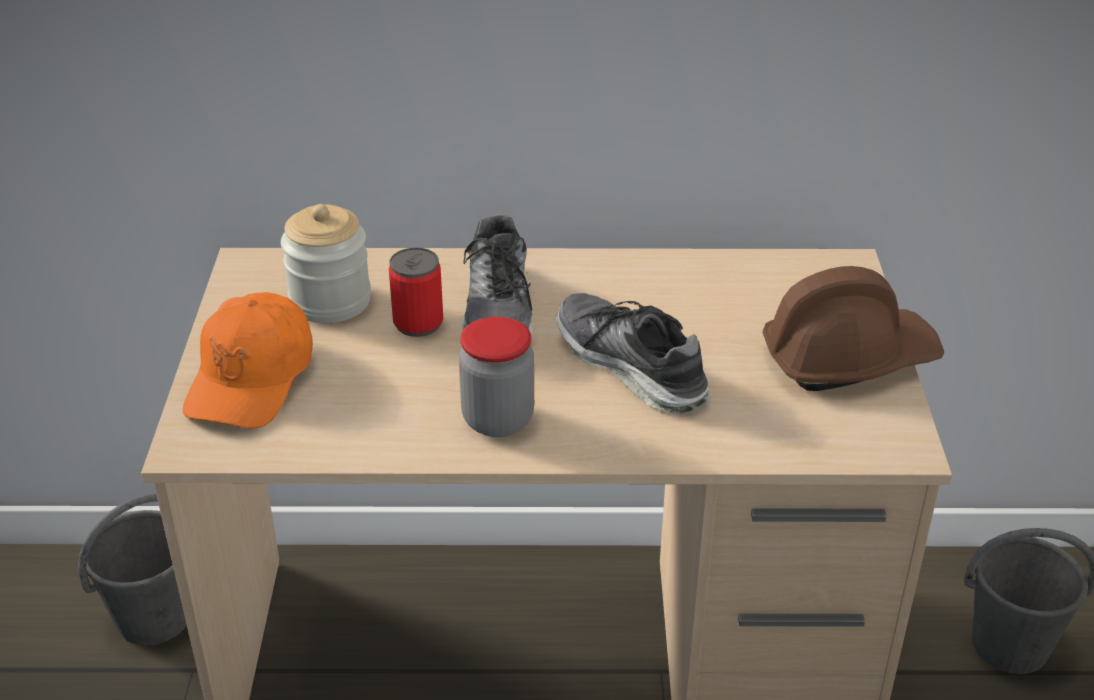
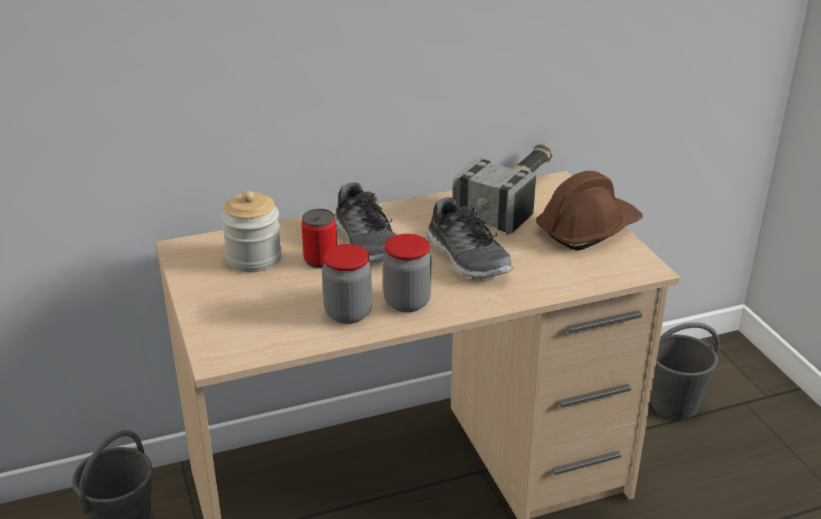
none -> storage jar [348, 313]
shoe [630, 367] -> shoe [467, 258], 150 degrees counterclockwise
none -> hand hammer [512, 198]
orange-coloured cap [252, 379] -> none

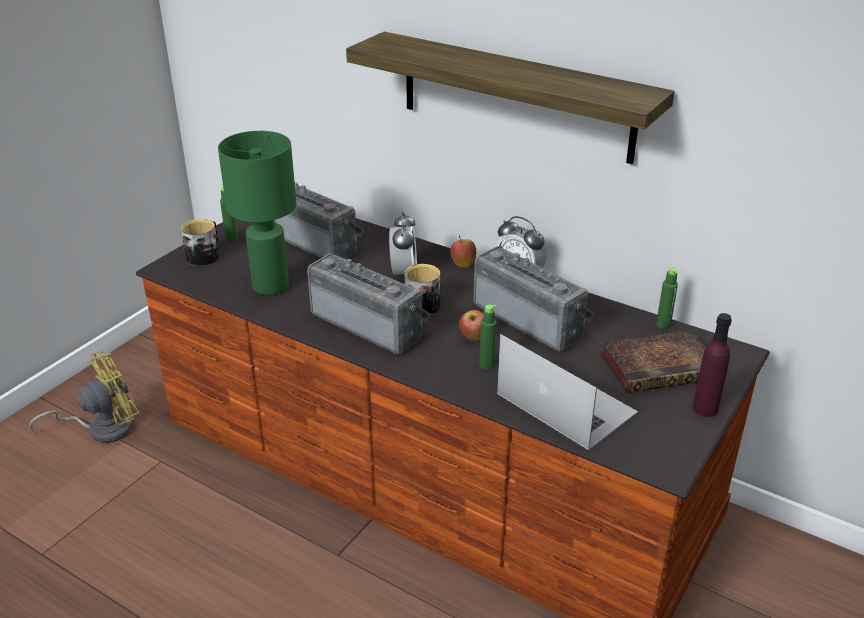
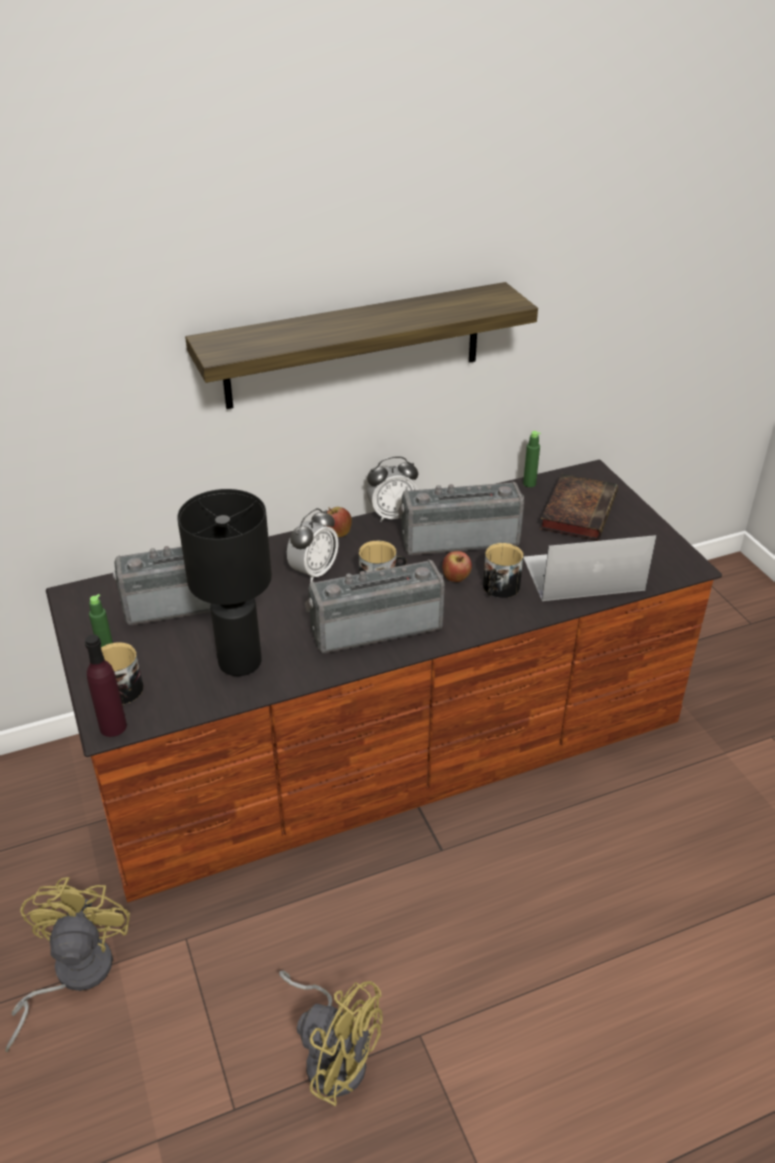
purplish drink bottle [705, 408] -> purplish drink bottle [113, 727], relocated
green table lamp [270, 286] -> black table lamp [238, 662]
none -> yellow-coloured cooling fan [333, 1054]
alarm clock [403, 273] -> alarm clock [314, 571], 90 degrees clockwise
green drink bottle [486, 364] -> mug [499, 588]

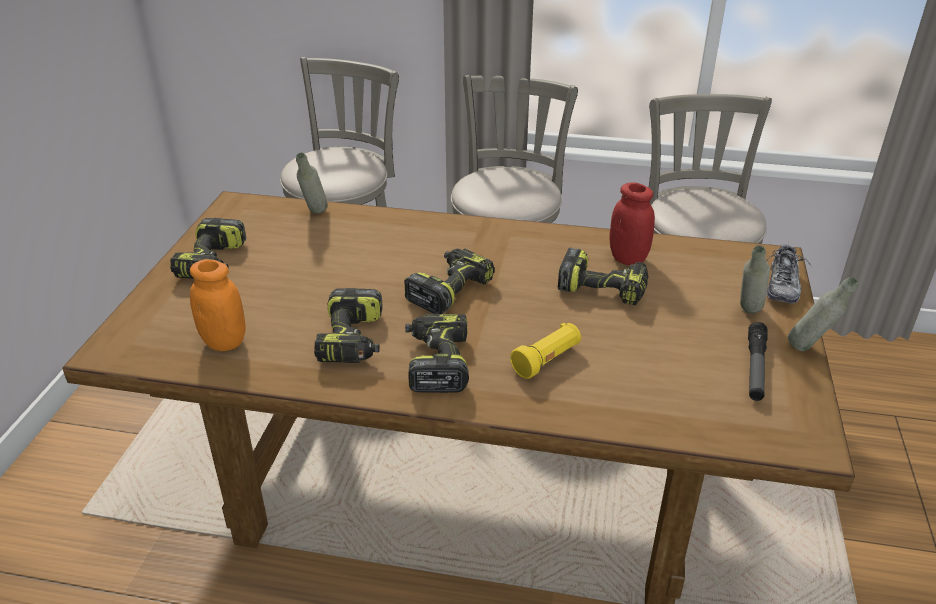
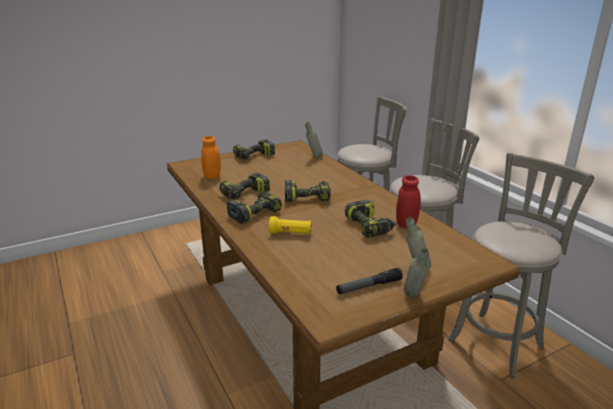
shoe [782, 286] -> none

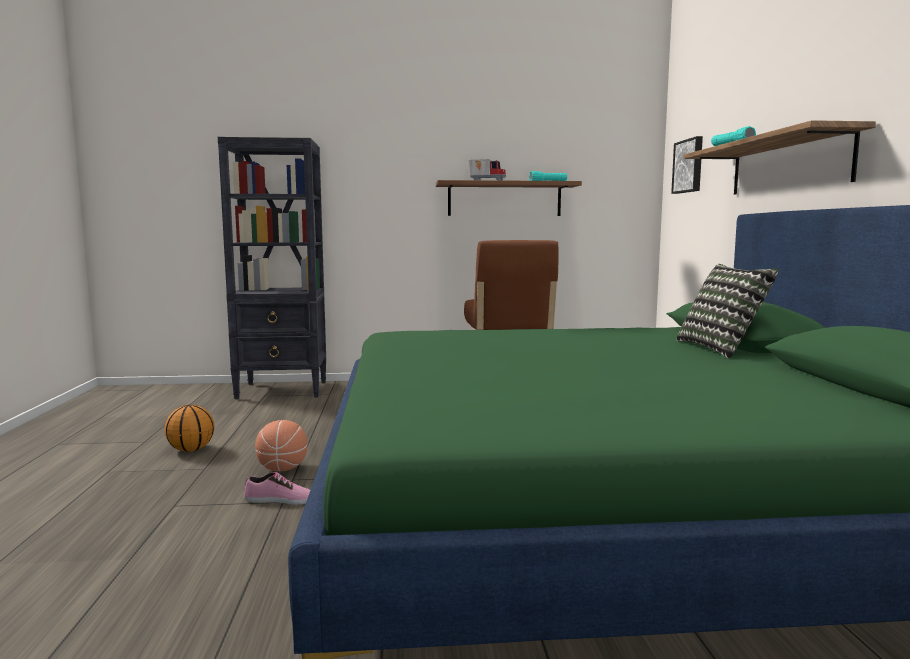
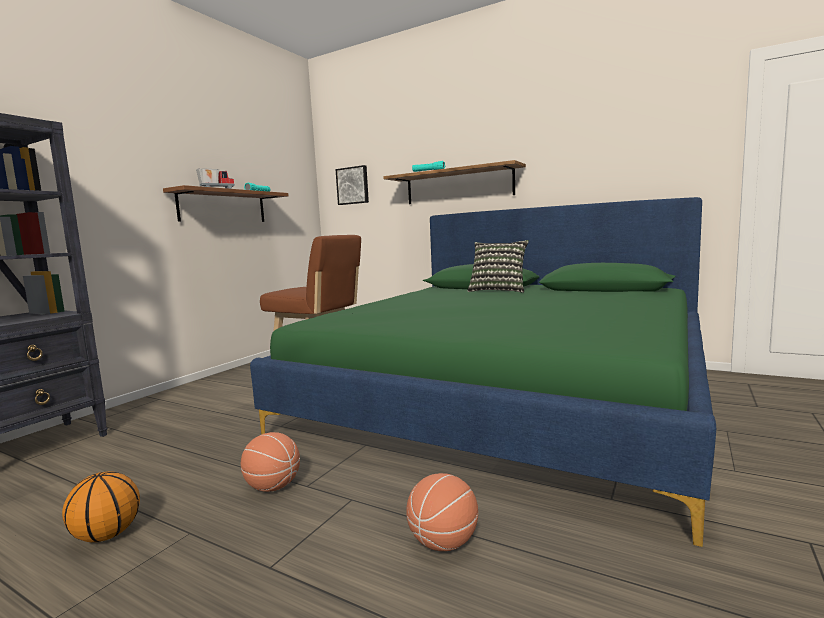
none -> basketball [443, 543]
shoe [280, 500] -> none

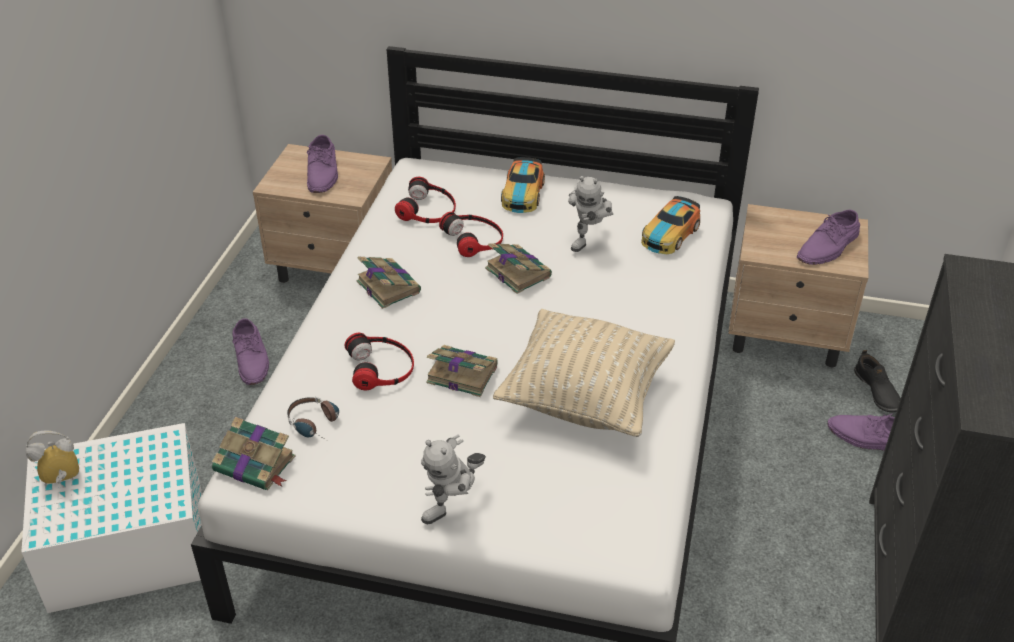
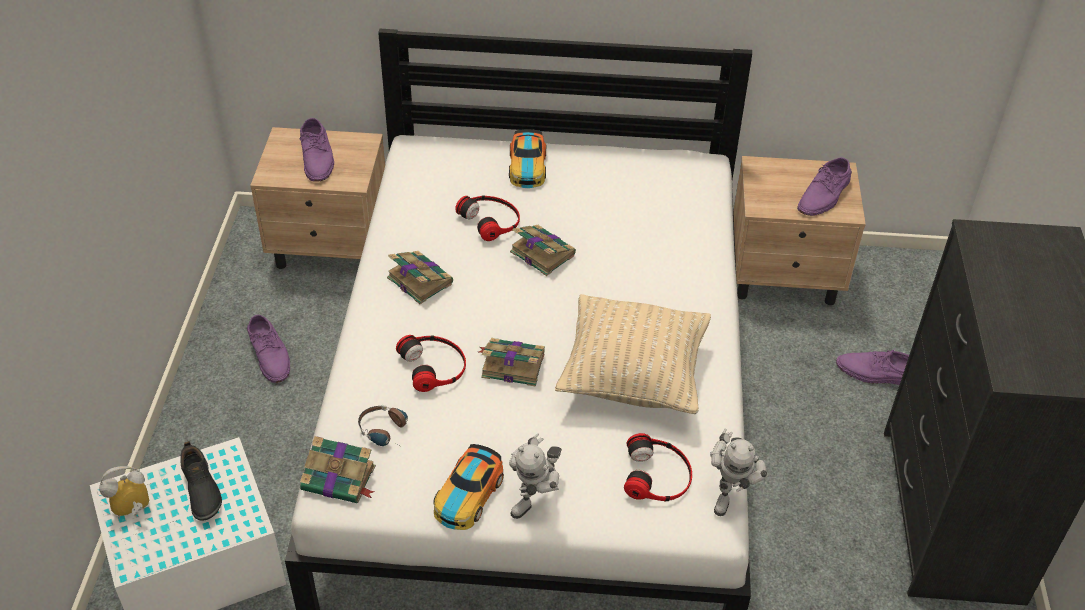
black shoe [876, 391] -> black shoe [201, 490], relocated
model car [669, 234] -> model car [468, 495], relocated
headphones [428, 209] -> headphones [657, 475], relocated
robot figure [589, 240] -> robot figure [730, 493], relocated

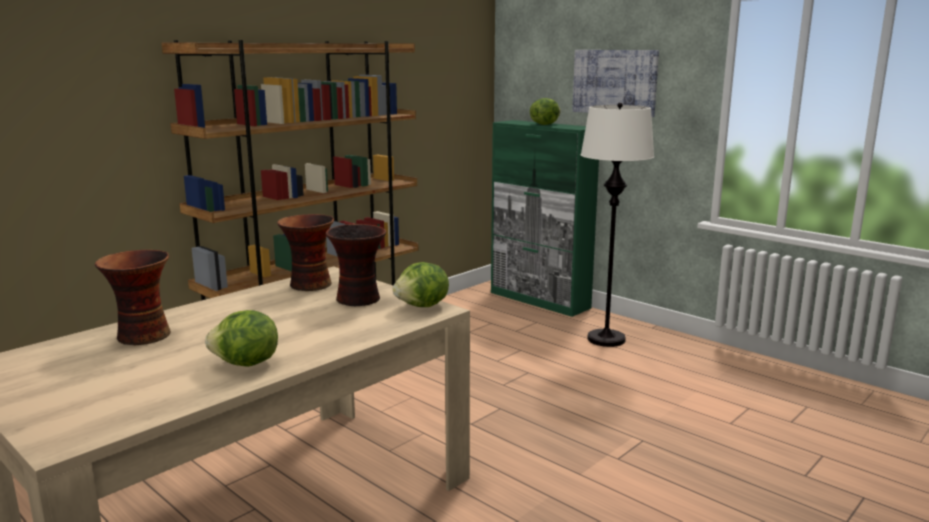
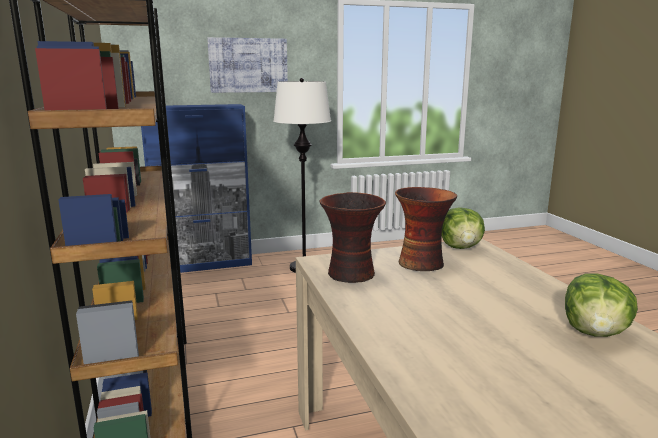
green cupboard [539, 300] -> blue-coloured cupboard [205, 264]
vase [142, 336] -> none
head of lettuce [544, 124] -> none

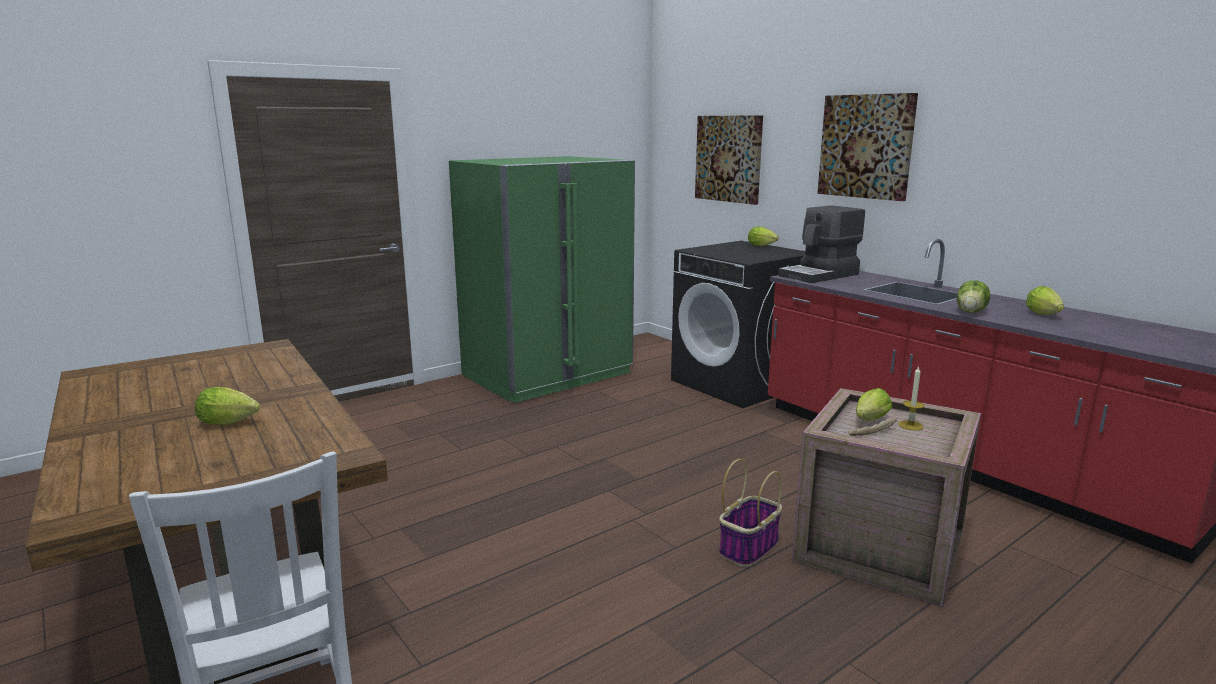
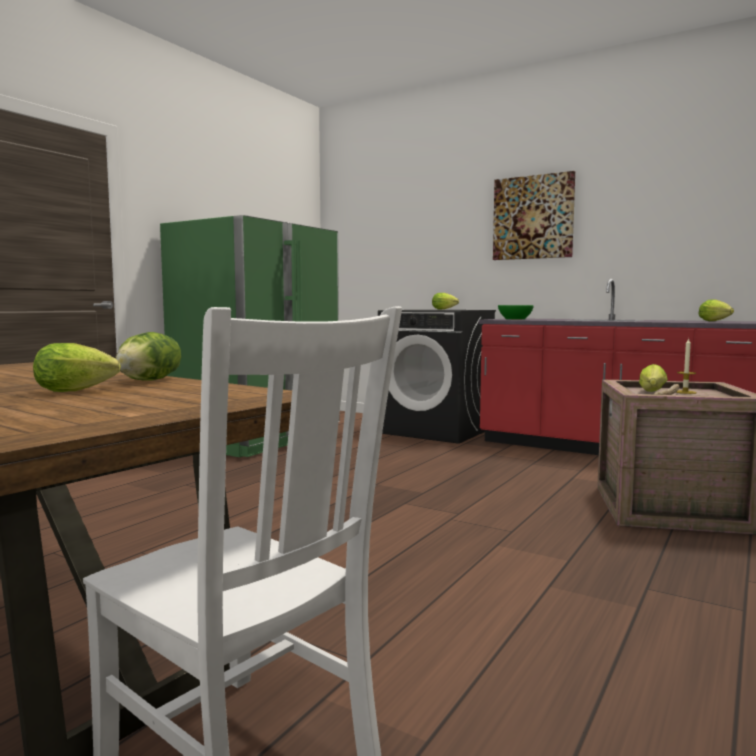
head of lettuce [971, 312] -> head of lettuce [150, 380], relocated
coffee maker [820, 275] -> green deep dish [515, 319]
picture [729, 158] -> none
storage basket [749, 547] -> none

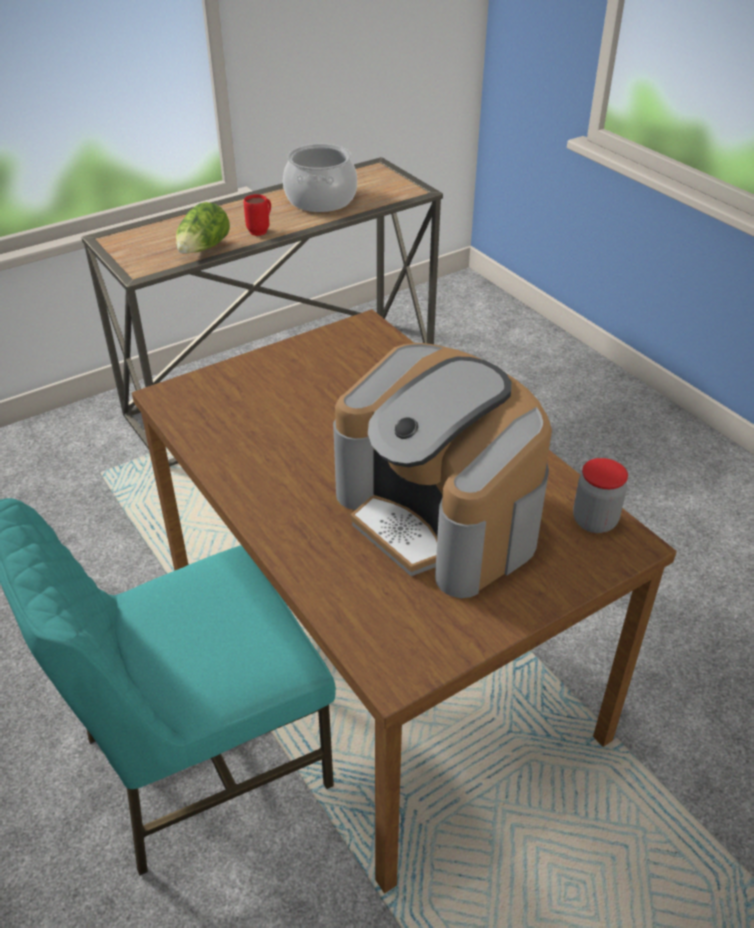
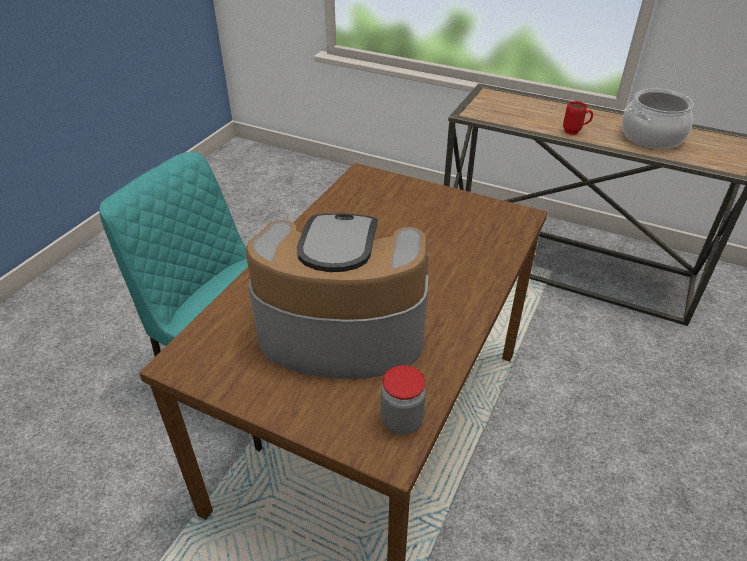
coffee maker [440, 516] -> coffee maker [341, 330], 75 degrees clockwise
head of lettuce [203, 249] -> none

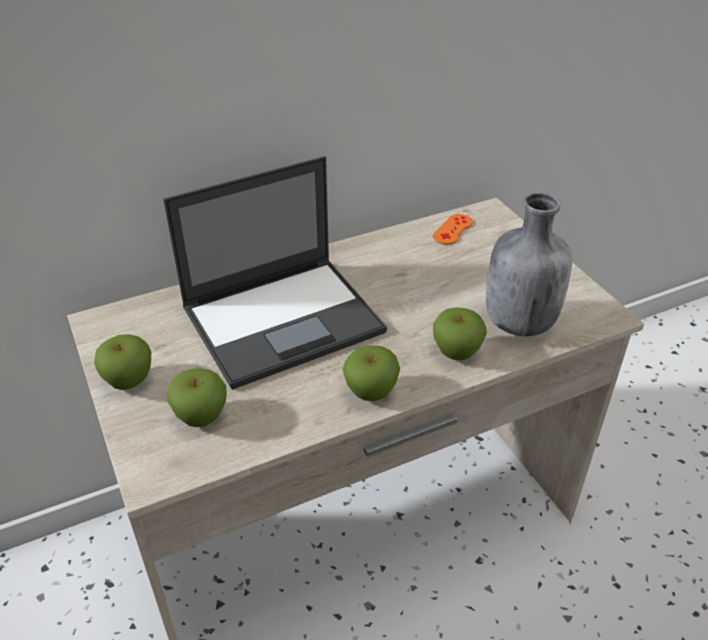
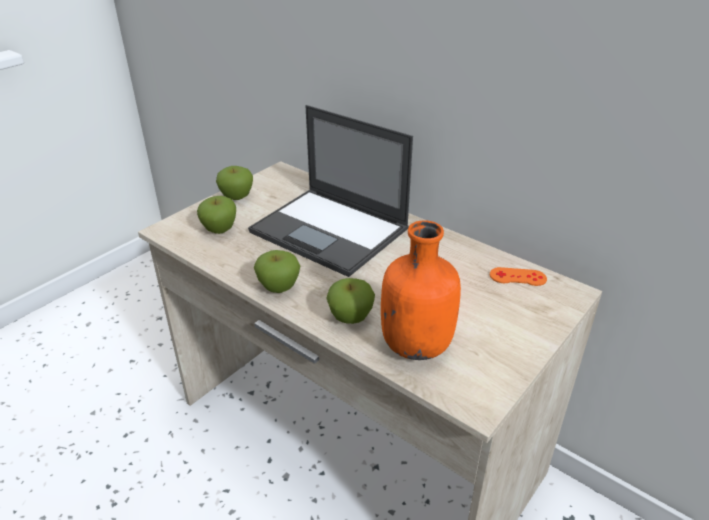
gray drink bottle [518, 322] -> orange-coloured drink bottle [416, 344]

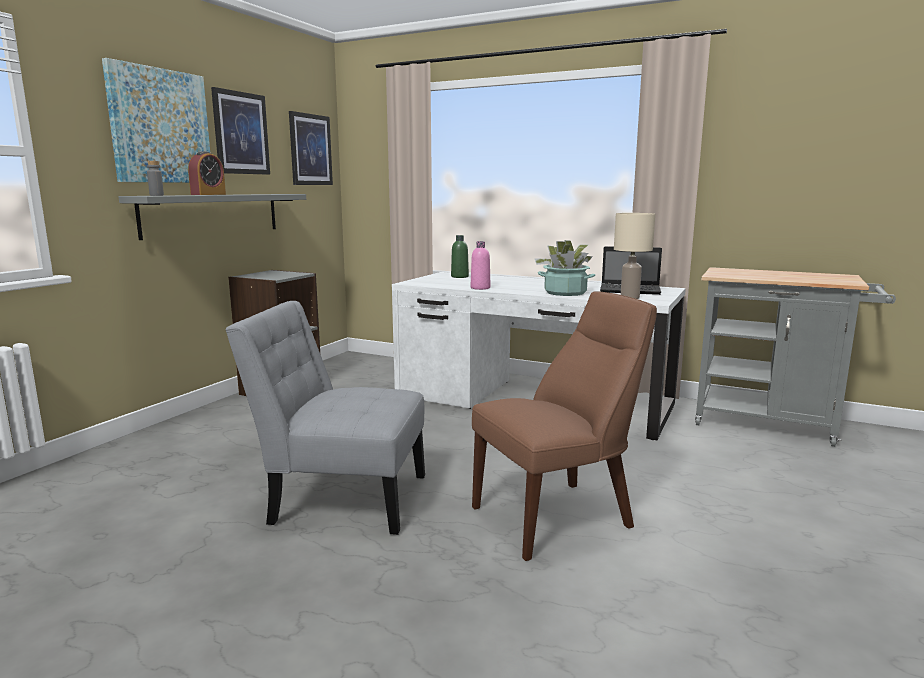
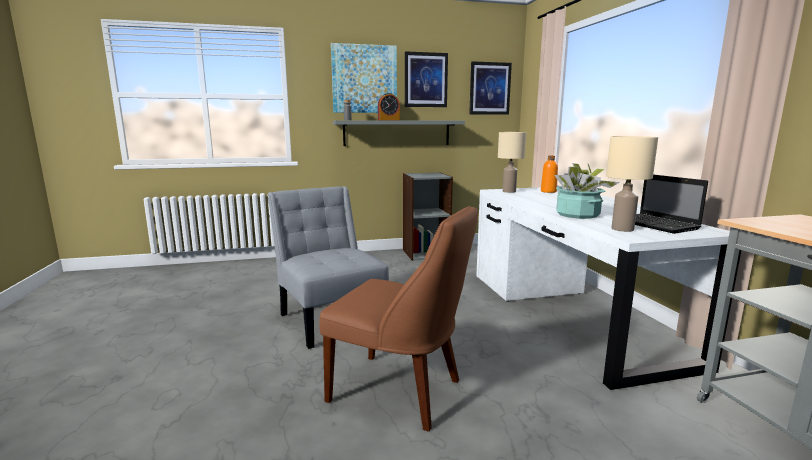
none -> beige-coloured table lamp [508, 191]
green drink bottle [459, 276] -> orange-coloured drink bottle [548, 191]
pink drink bottle [480, 288] -> none

